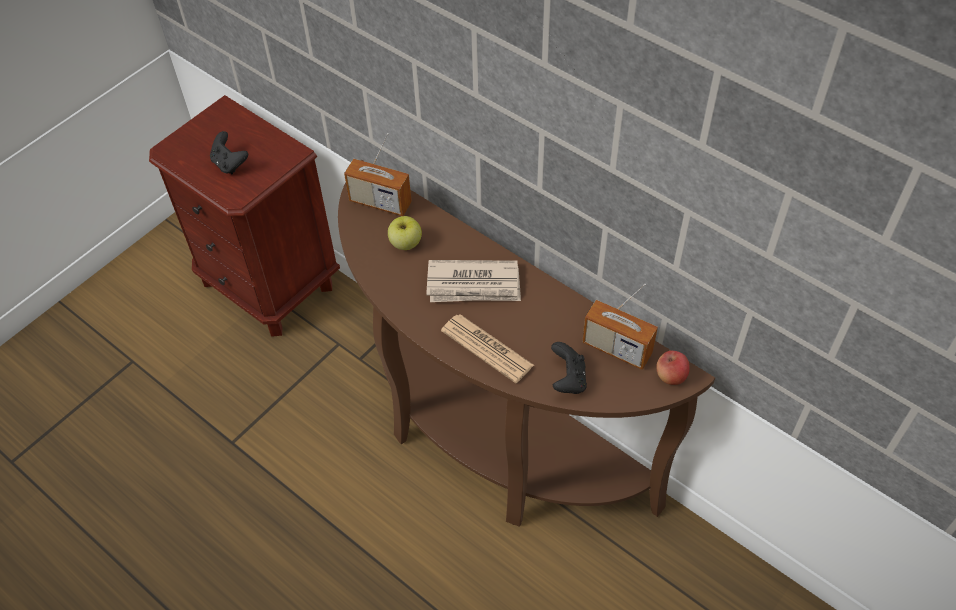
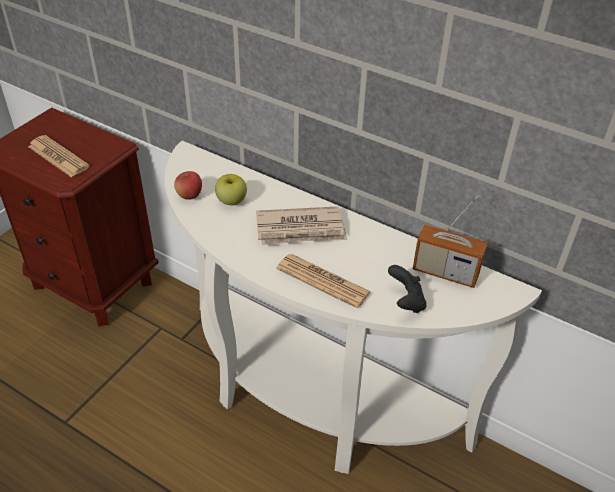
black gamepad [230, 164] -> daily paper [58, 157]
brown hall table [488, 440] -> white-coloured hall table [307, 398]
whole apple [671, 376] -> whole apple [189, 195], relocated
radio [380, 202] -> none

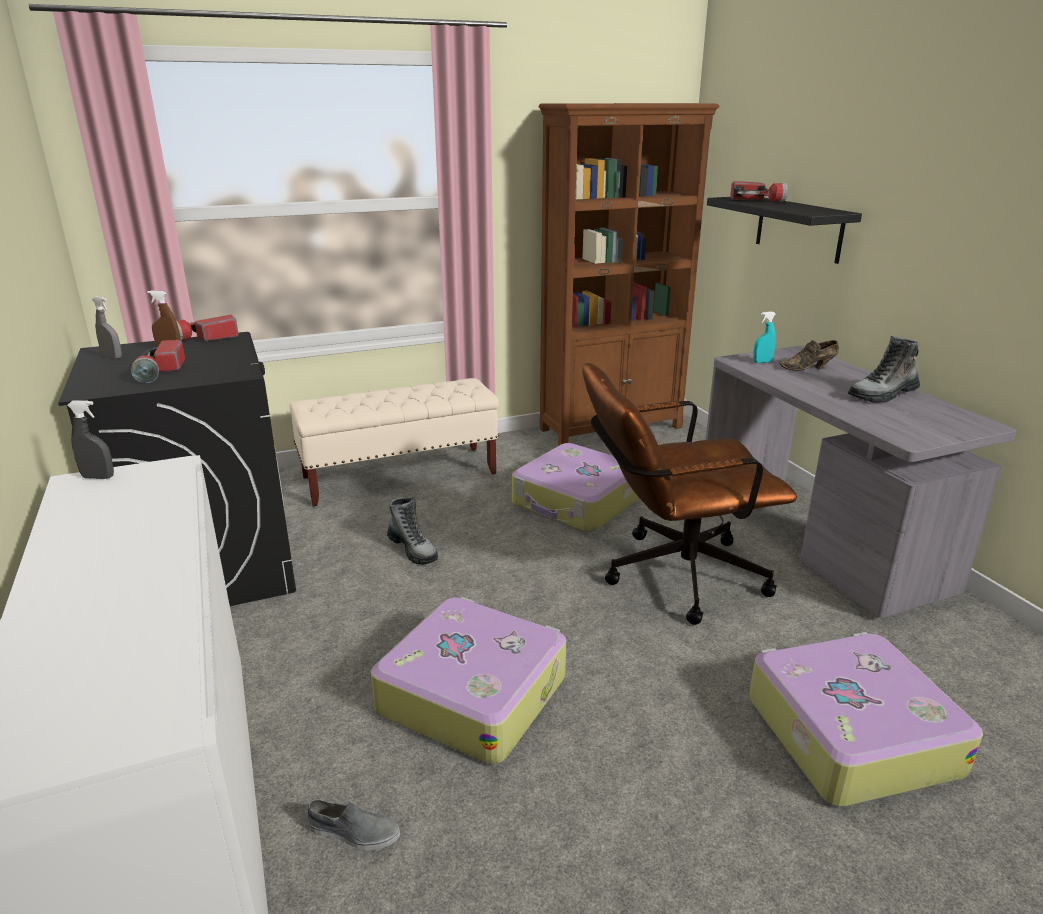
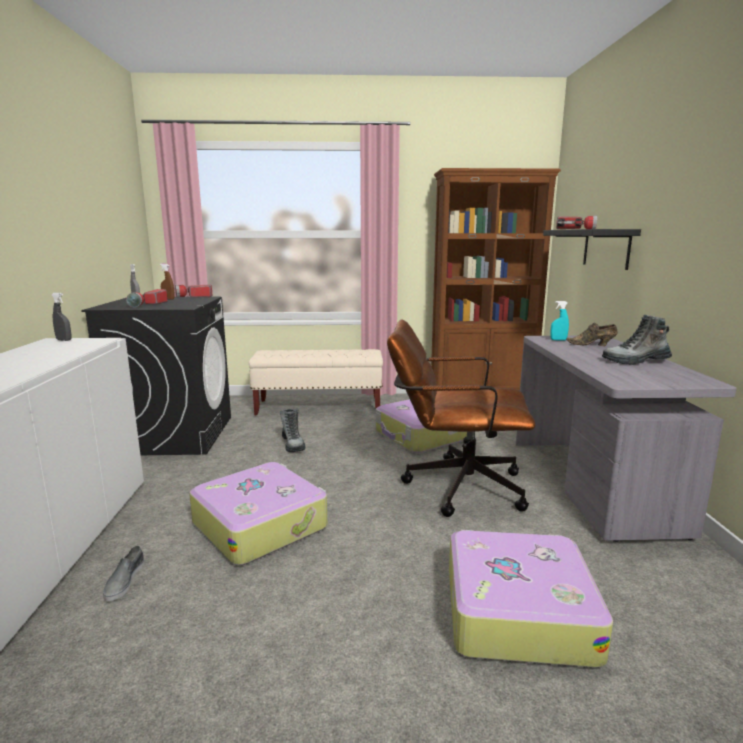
gray shoe [353, 832] -> gray shoe [124, 580], 60 degrees clockwise

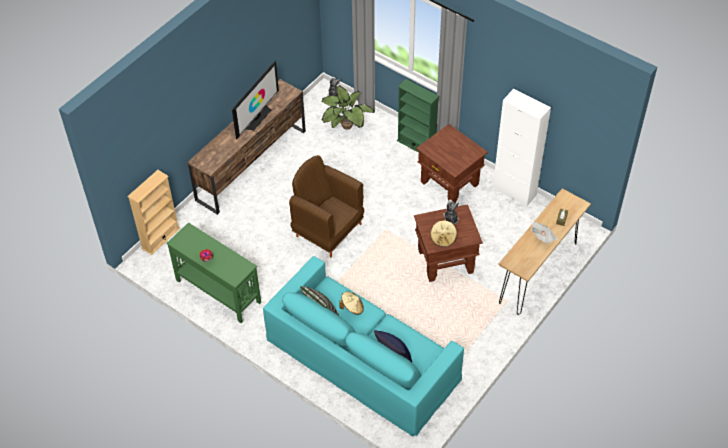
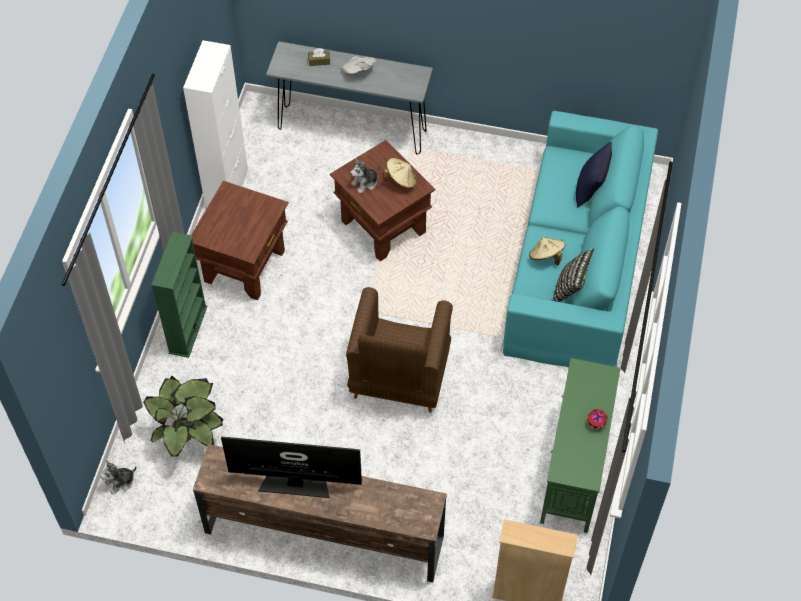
brown hall table [538, 273] -> gray hall table [352, 129]

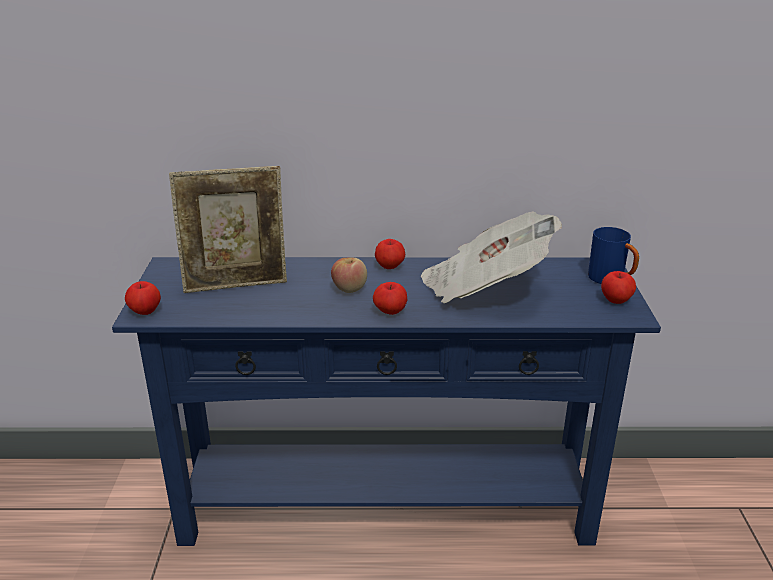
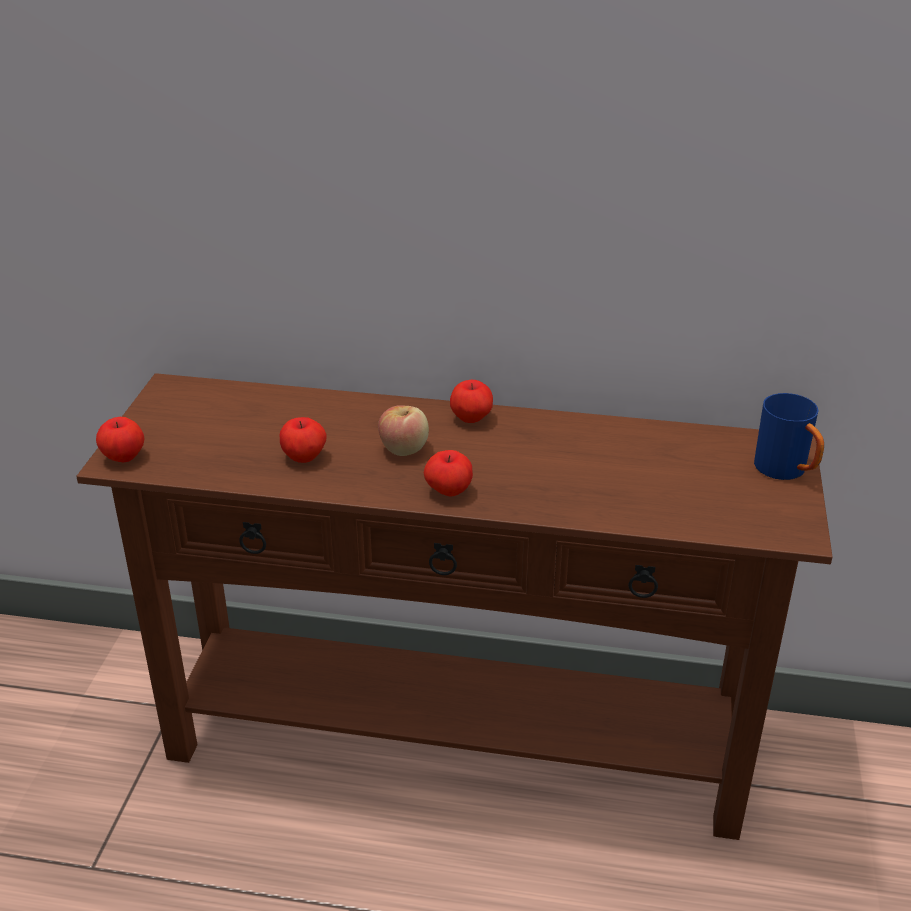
blue-coloured hall table [386, 506] -> brown hall table [455, 741]
whole apple [616, 300] -> whole apple [304, 457], relocated
photo frame [236, 285] -> none
daily paper [484, 287] -> none

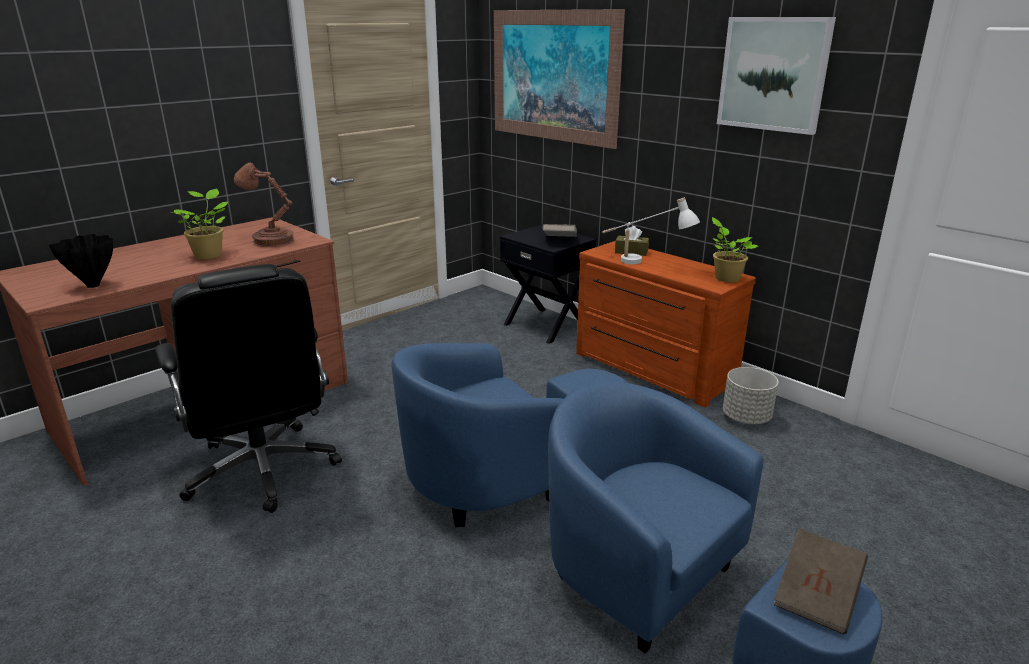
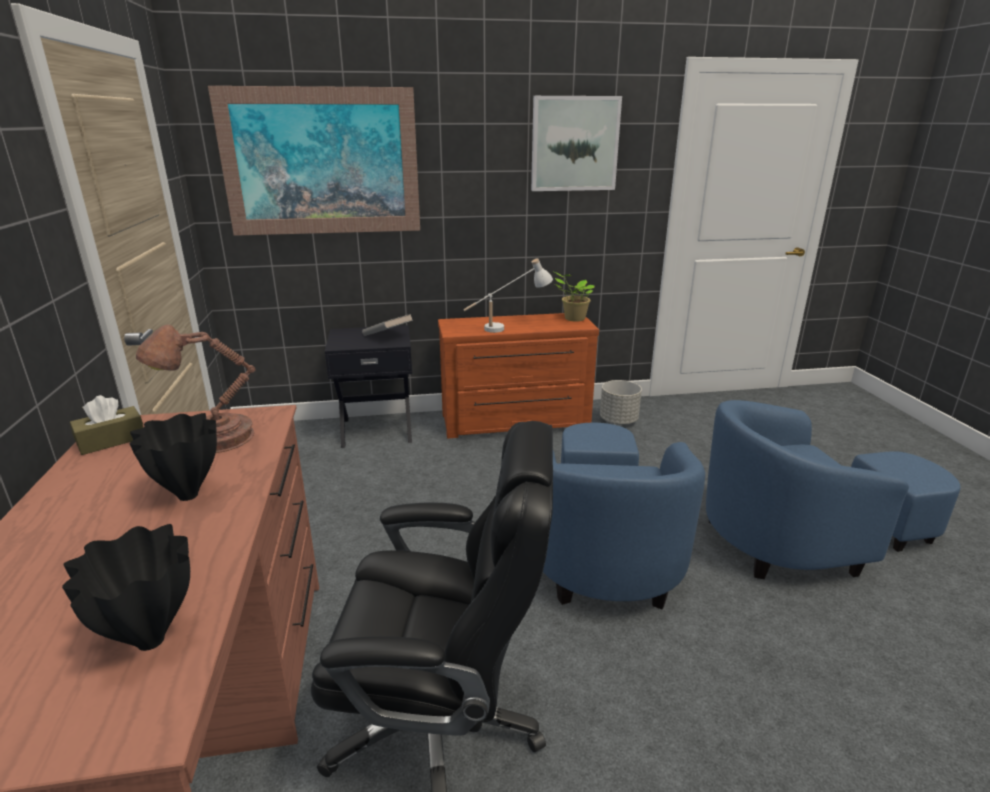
brown tissue box [631, 252] -> brown tissue box [111, 440], relocated
houseplant [209, 255] -> black vase [189, 494]
brown book [817, 596] -> none

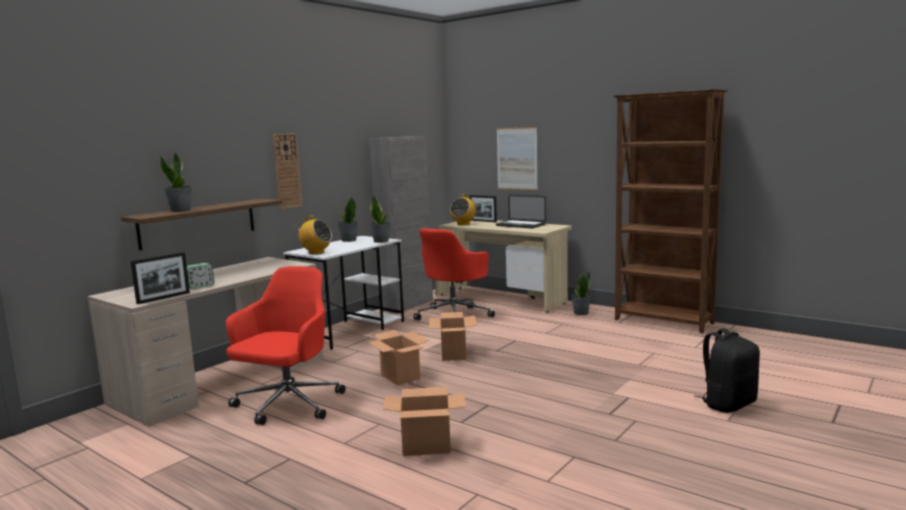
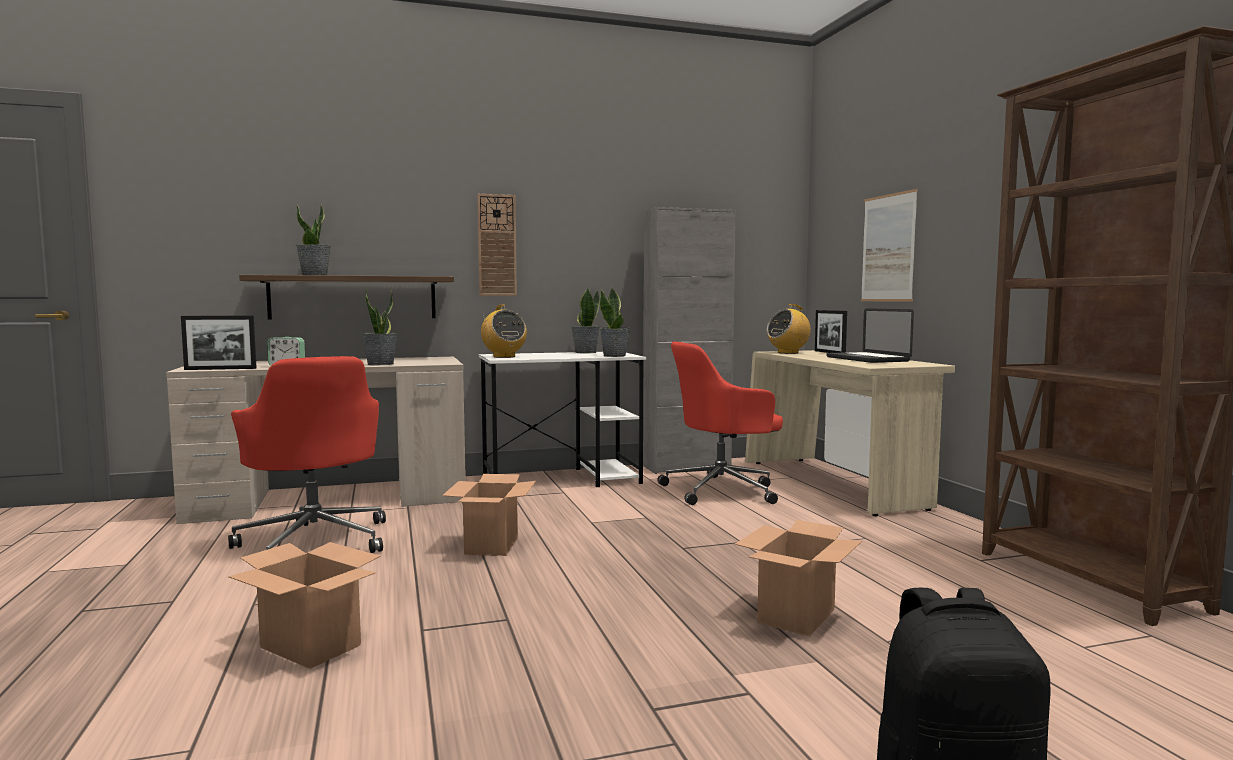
reddish office chair [287, 405] -> reddish office chair [315, 541], 90 degrees clockwise
houseplant [580, 313] -> houseplant [380, 364], relocated
carton [454, 354] -> carton [796, 616], relocated

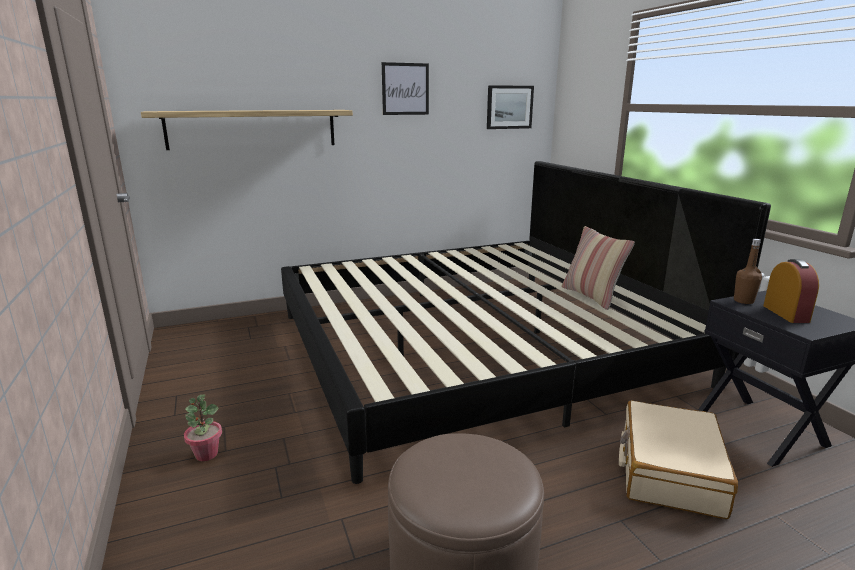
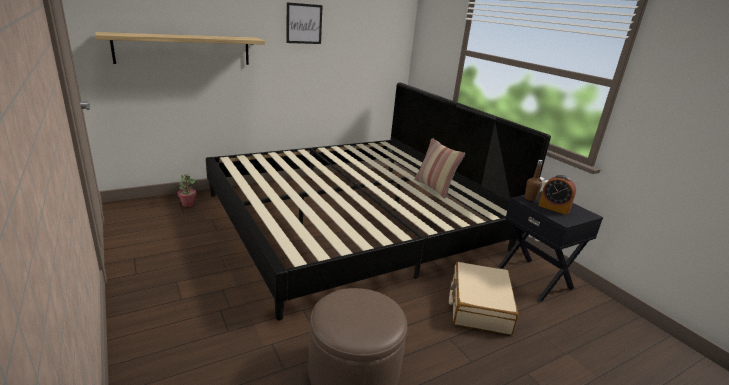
houseplant [206, 454] -> houseplant [188, 204], relocated
alarm clock [785, 313] -> alarm clock [554, 208], 135 degrees clockwise
picture [509, 107] -> none

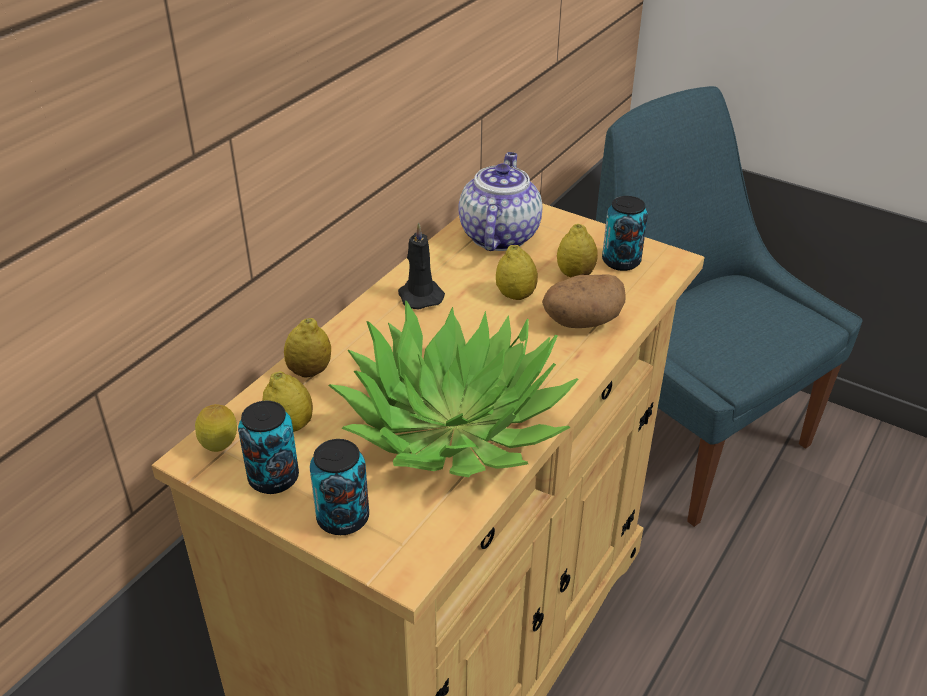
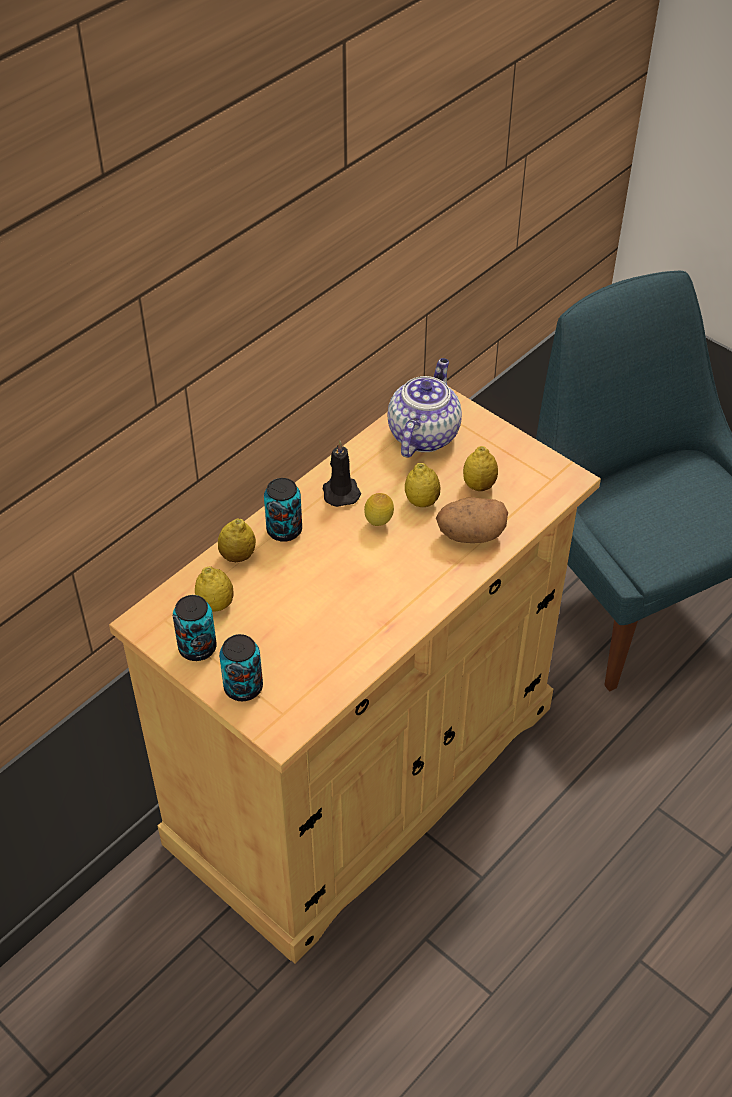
sealed can [621, 261] -> sealed can [284, 530], relocated
citrus fruit [220, 449] -> citrus fruit [378, 523], relocated
houseplant [455, 424] -> none

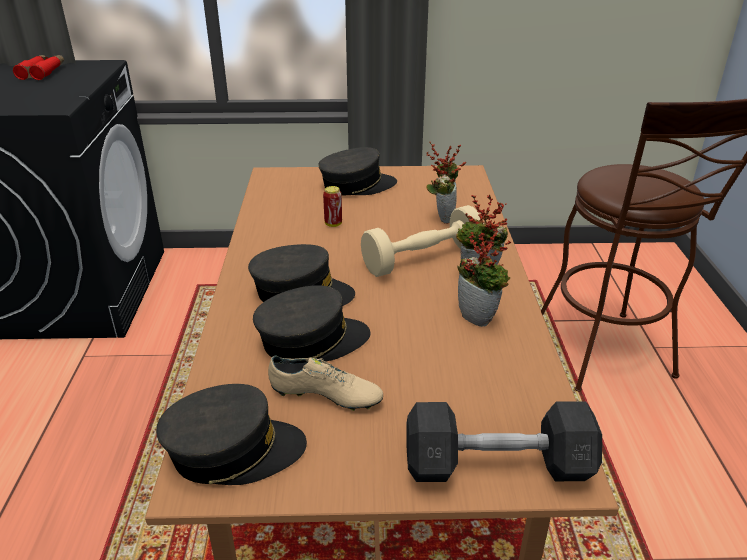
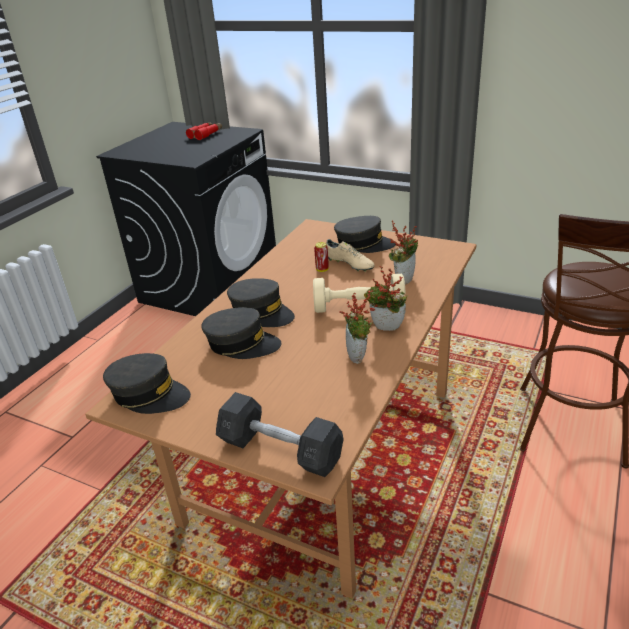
beige-coloured shoe [325, 396] -> beige-coloured shoe [349, 264], relocated

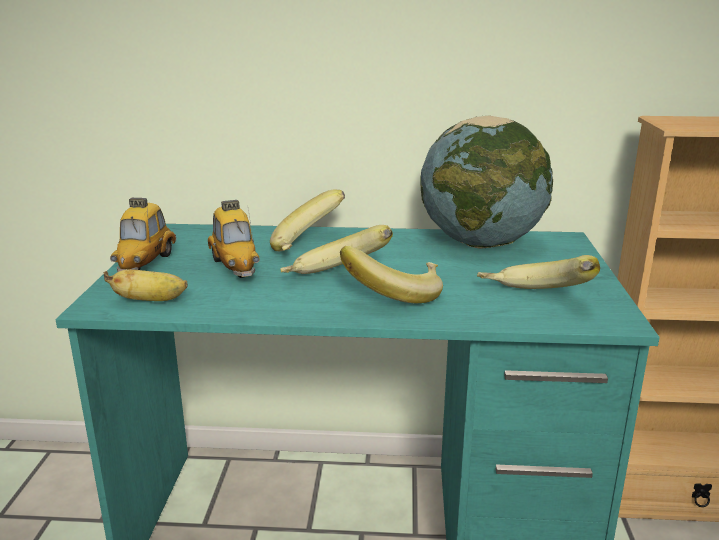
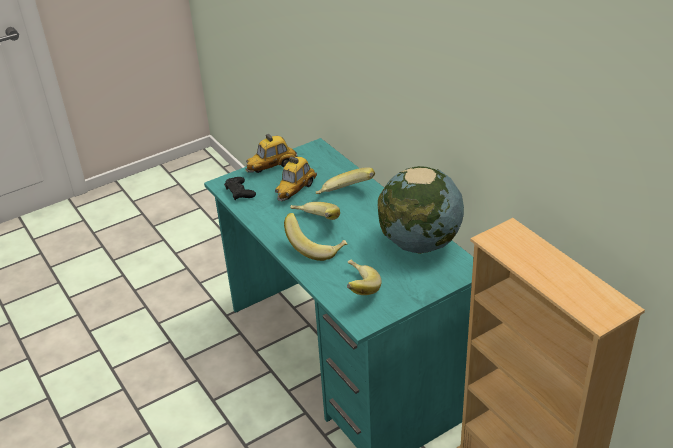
banana [151, 301] -> black gamepad [240, 192]

